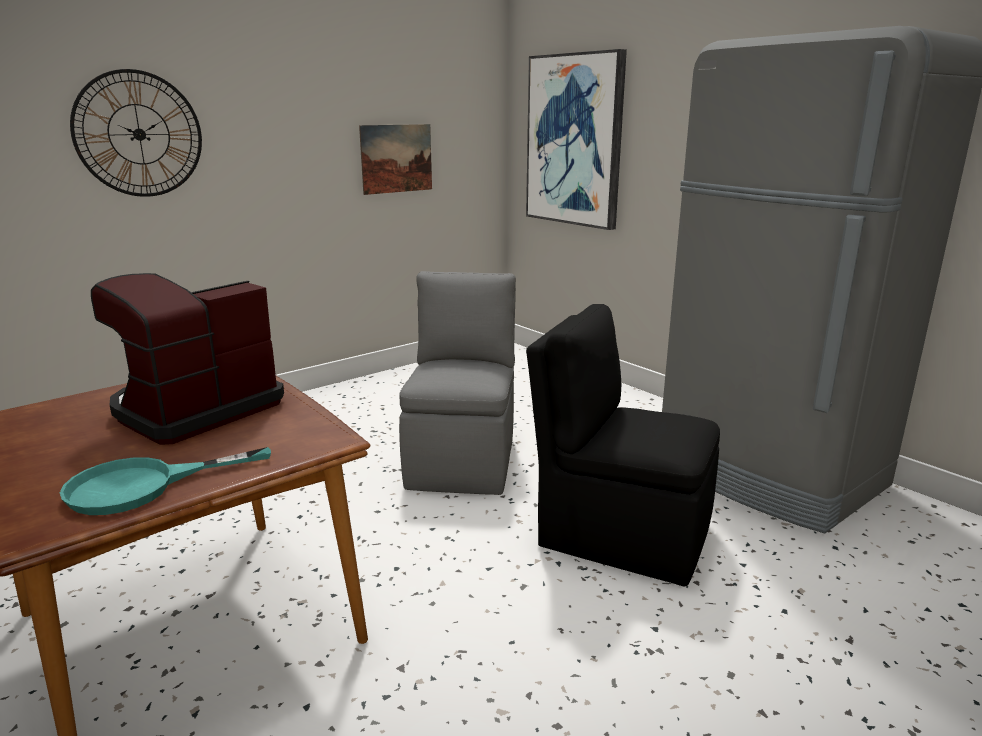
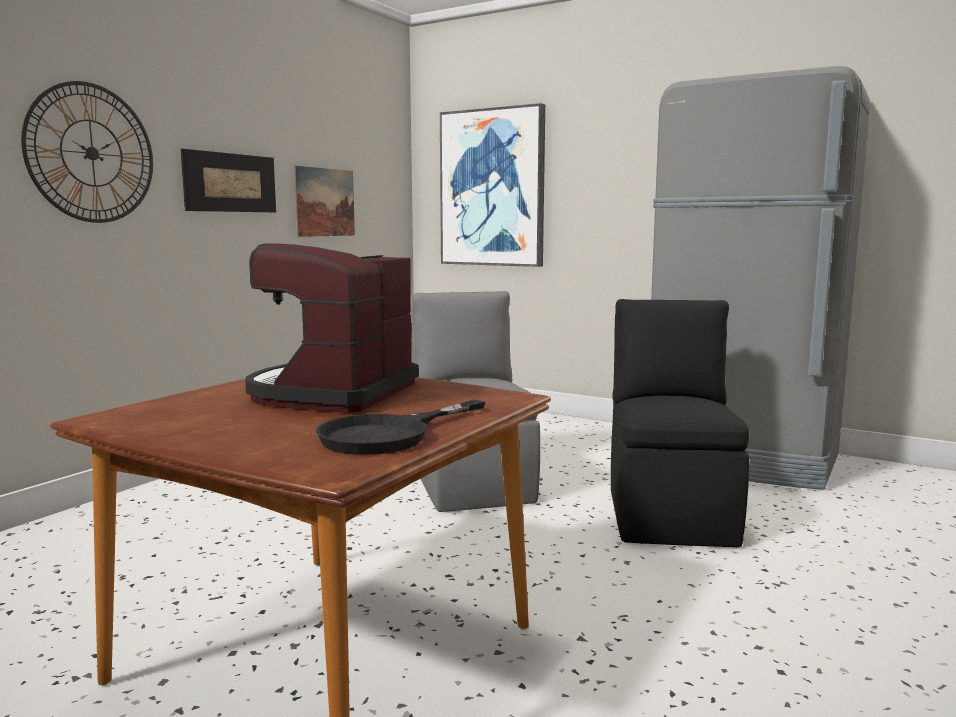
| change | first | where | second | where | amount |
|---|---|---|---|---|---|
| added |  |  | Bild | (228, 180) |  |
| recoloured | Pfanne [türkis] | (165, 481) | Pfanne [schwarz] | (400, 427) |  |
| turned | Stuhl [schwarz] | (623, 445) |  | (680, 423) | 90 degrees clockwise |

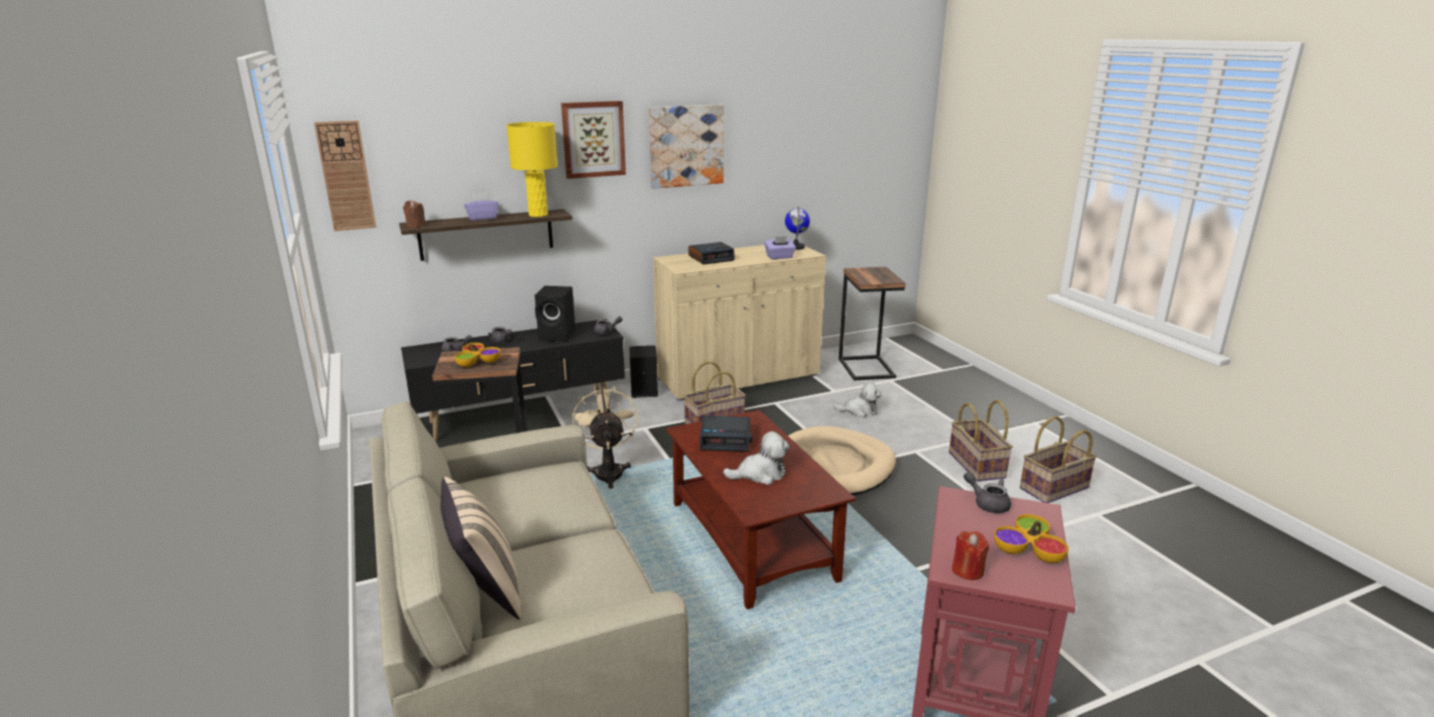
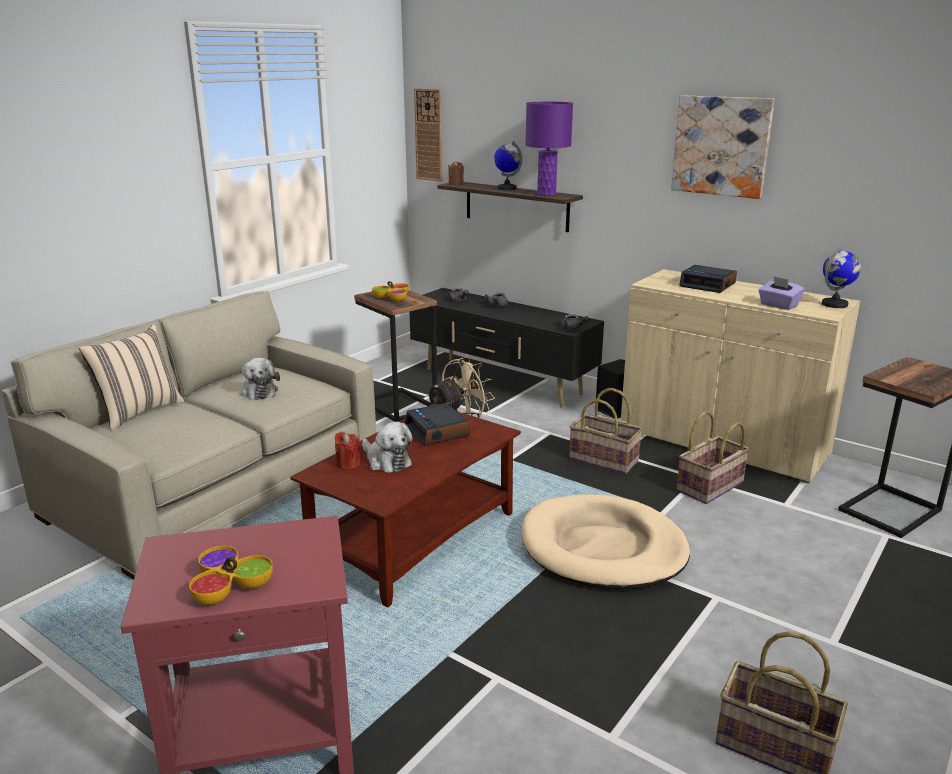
| change | first | where | second | where | amount |
|---|---|---|---|---|---|
| moved | Plüschtier | (857, 400) |  | (260, 379) |  |
| moved | Kerze [rot] | (970, 555) |  | (347, 450) |  |
| replaced | Taschentuchbox [lila] | (481, 206) | Globus | (508, 165) |  |
| recoloured | Tischlampe [gelb] | (532, 169) | Tischlampe [lila] | (549, 149) |  |
| moved | Korb | (981, 441) |  | (713, 457) |  |
| removed | Lautsprecher [schwarz] | (555, 314) |  |  |  |
| removed | Bild | (593, 140) |  |  |  |
| removed | Teekanne [grau] | (987, 492) |  |  |  |

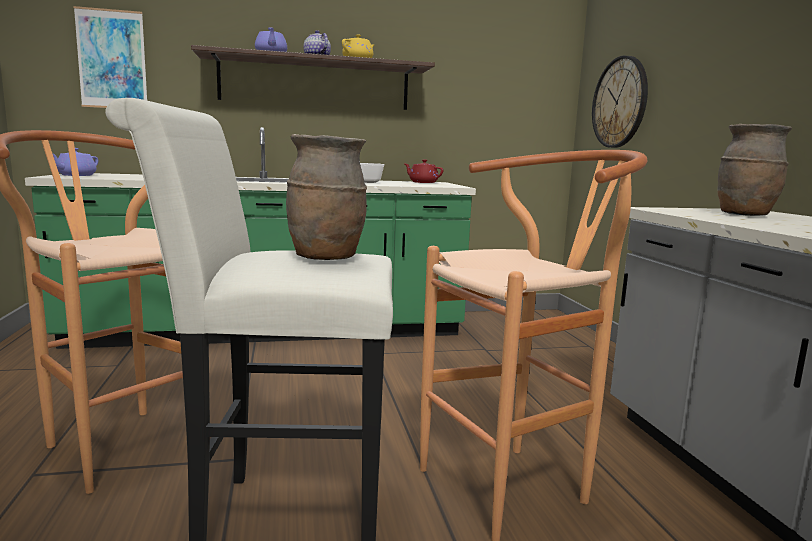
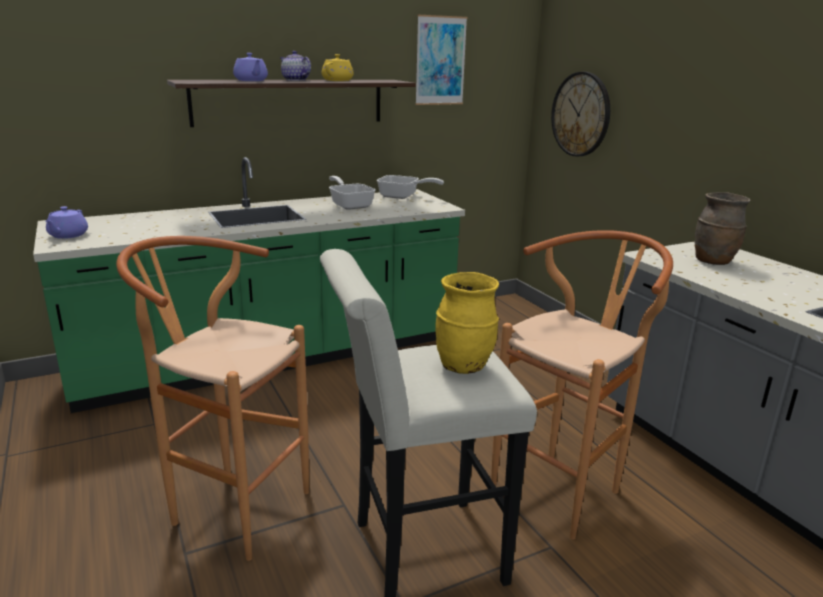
| change | first | where | second | where | amount |
|---|---|---|---|---|---|
| replaced | Teekanne [rot] | (424, 171) | Pfanne | (410, 187) |  |
| moved | Bild | (110, 57) |  | (441, 60) |  |
| recoloured | Vase [braun] | (326, 197) | Vase [gelb] | (467, 323) |  |

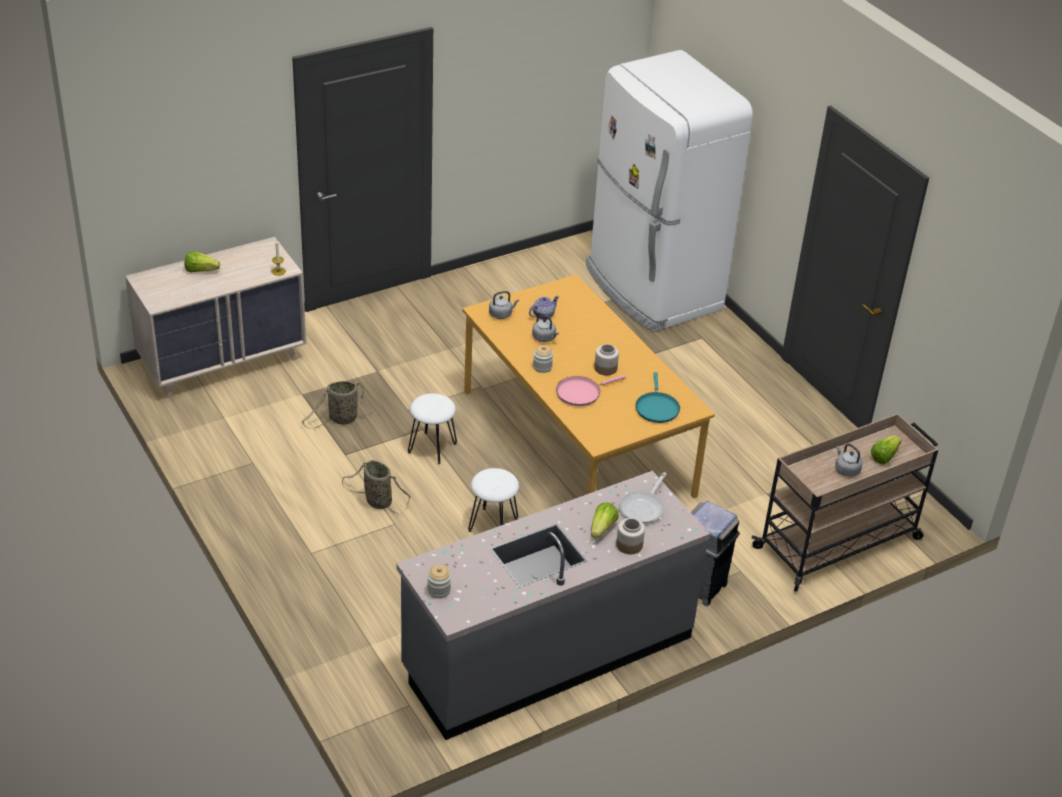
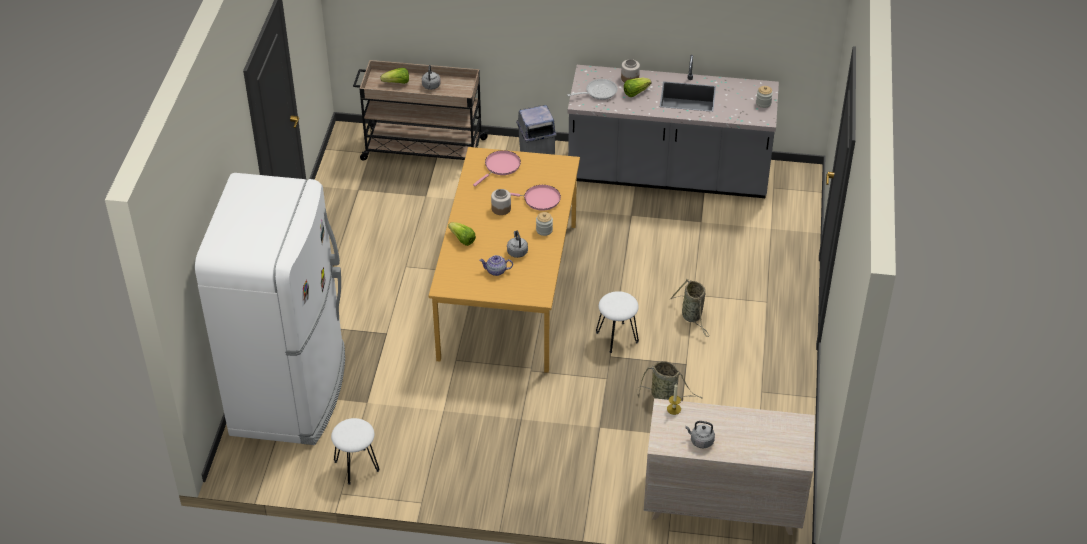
| change | first | where | second | where | amount |
|---|---|---|---|---|---|
| moved | Hocker [weiß] | (493, 500) |  | (355, 451) |  |
| moved | Salatkopf | (202, 261) |  | (462, 234) |  |
| recoloured | Pfanne [türkis] | (658, 397) | Pfanne [rosa] | (497, 168) |  |
| moved | Wasserkessel [grau] | (504, 305) |  | (700, 434) |  |

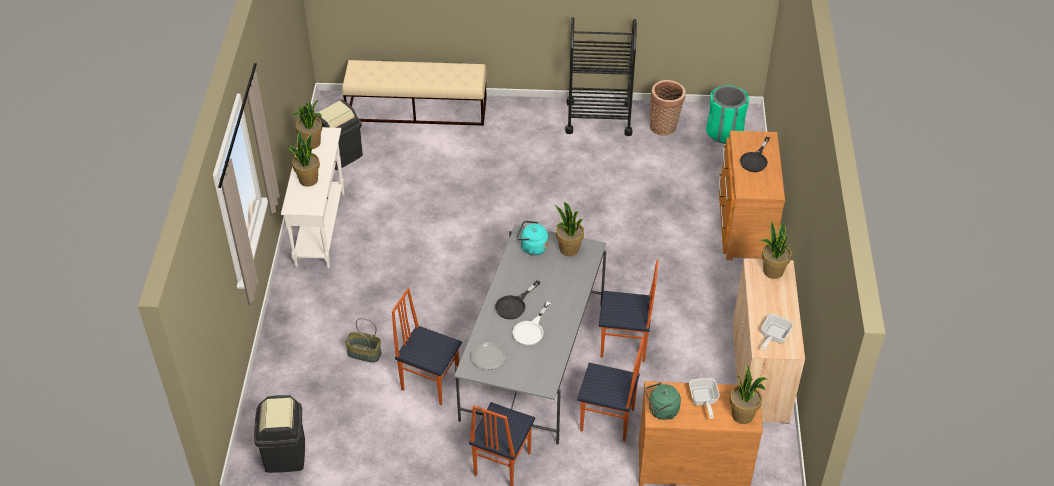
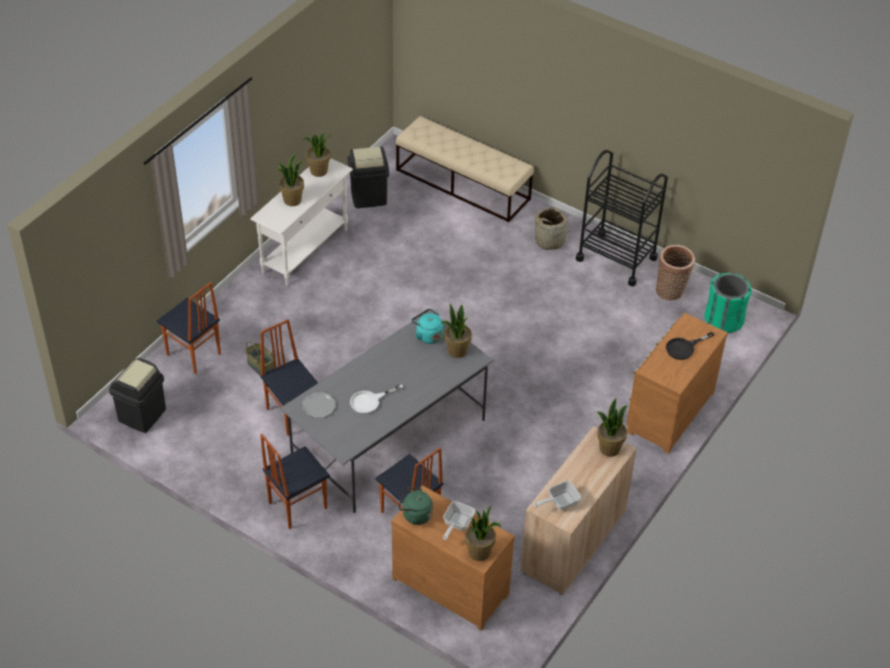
| change | first | where | second | where | amount |
|---|---|---|---|---|---|
| moved | Stuhl | (628, 310) |  | (189, 328) |  |
| added |  |  | Korb | (550, 228) |  |
| removed | Pfanne [schwarz] | (518, 299) |  |  |  |

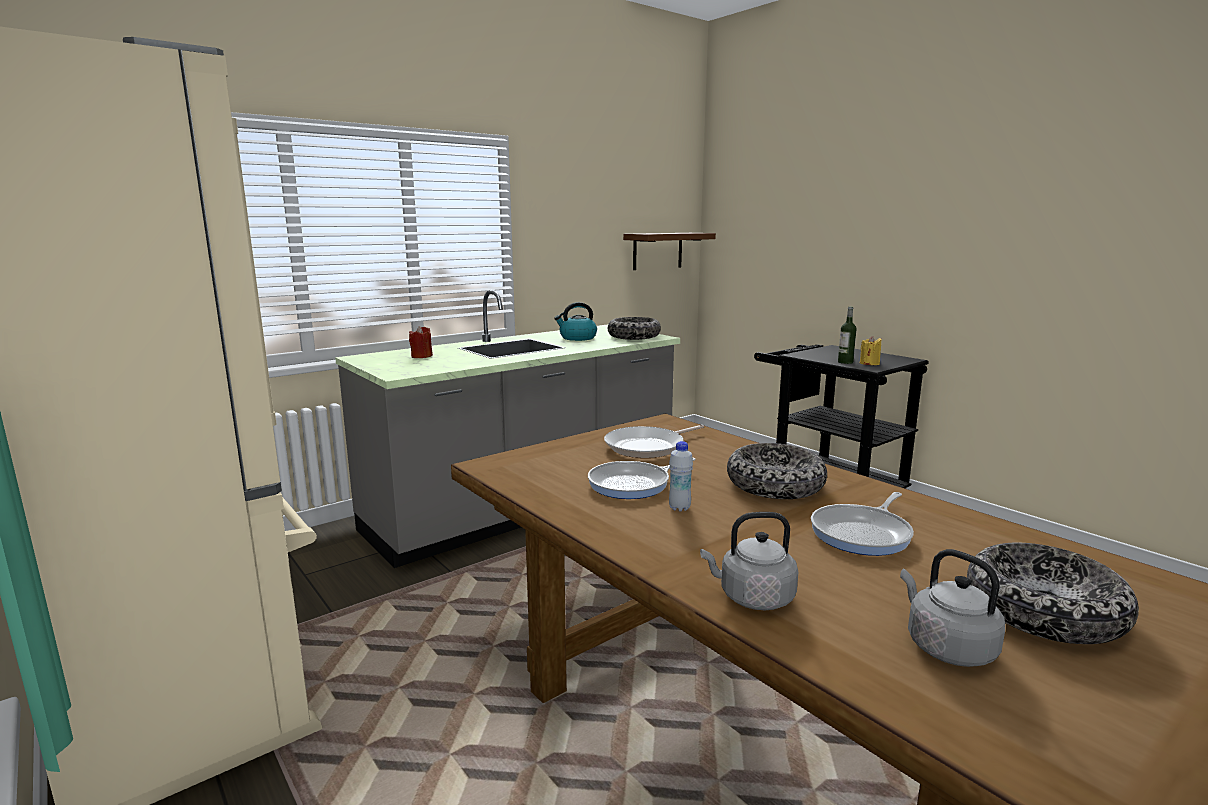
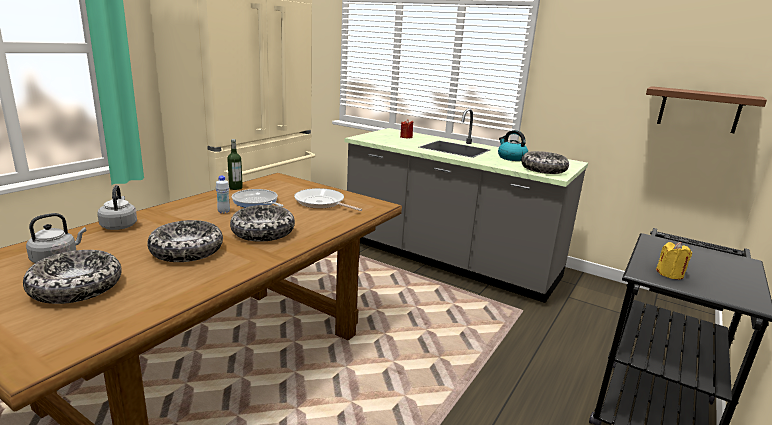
| change | first | where | second | where | amount |
|---|---|---|---|---|---|
| replaced | Pfanne | (862, 524) | Schüssel | (185, 241) |  |
| moved | Flasche | (847, 335) |  | (235, 164) |  |

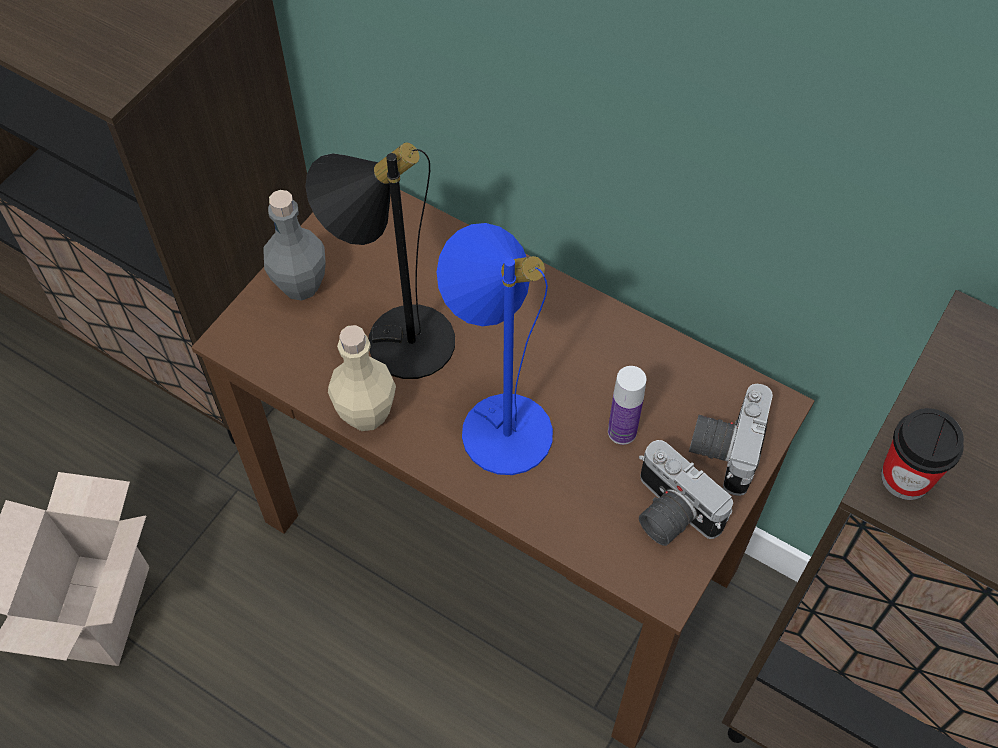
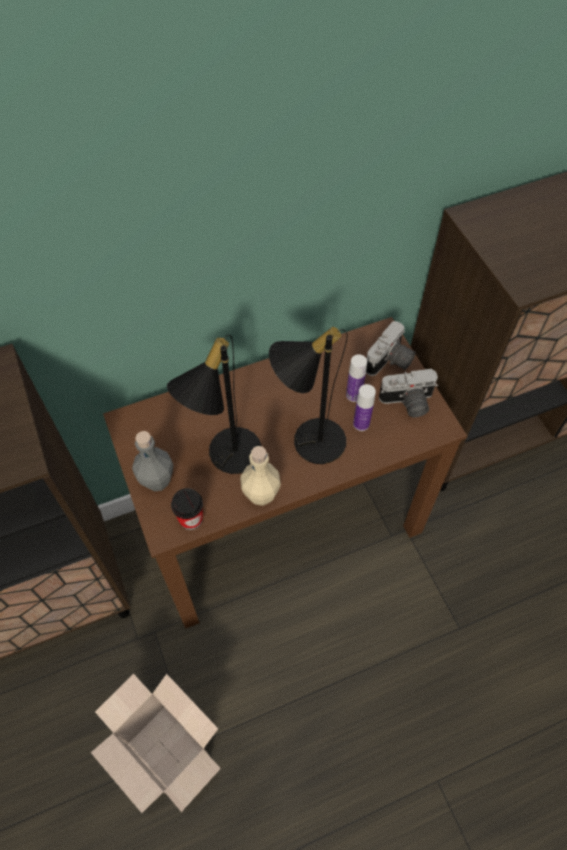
| change | first | where | second | where | amount |
|---|---|---|---|---|---|
| moved | Tasse | (922, 454) |  | (187, 509) |  |
| recoloured | Tischlampe [blau] | (495, 349) | Tischlampe [schwarz] | (308, 395) |  |
| added |  |  | Flasche | (364, 407) |  |
| turned | Kamera | (731, 440) |  | (391, 348) | 105 degrees counterclockwise |

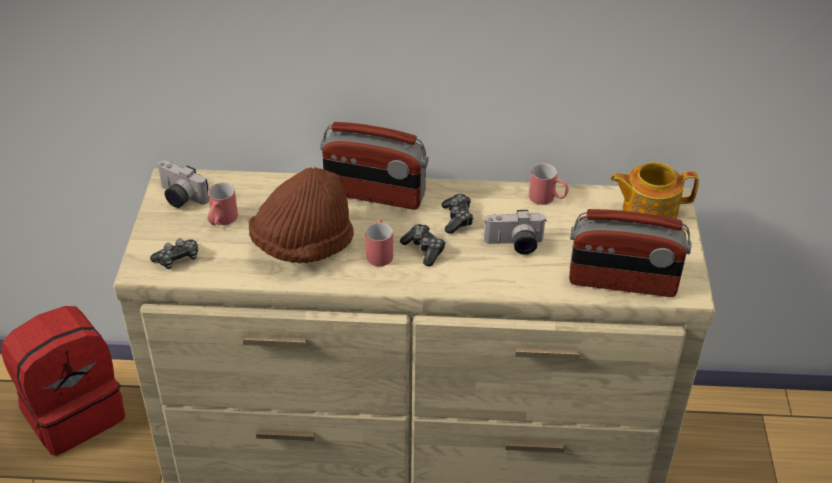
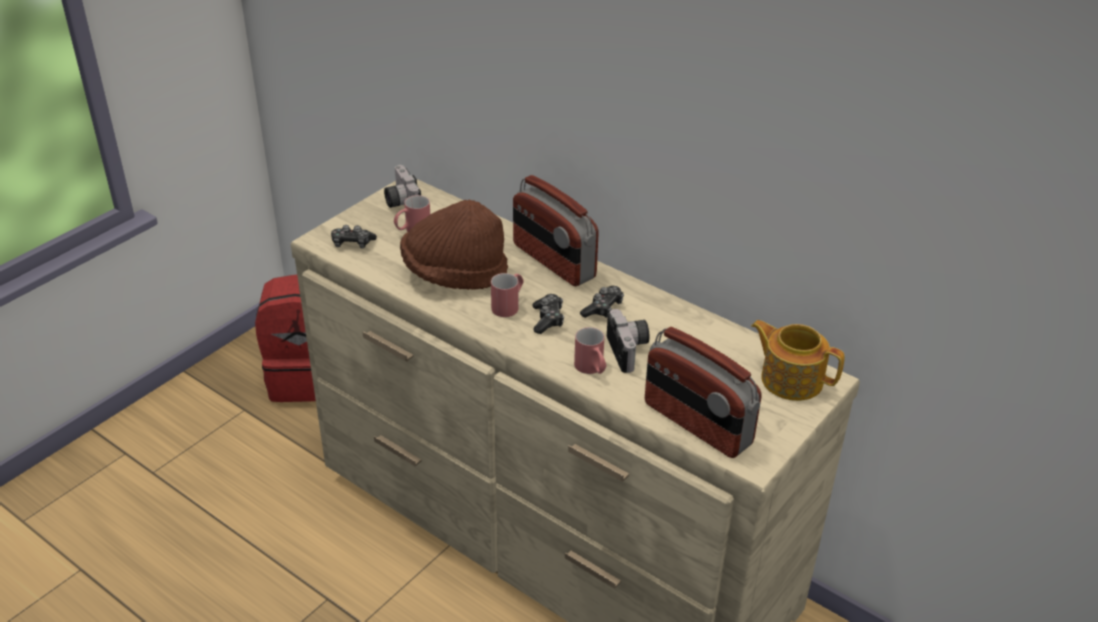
| change | first | where | second | where | amount |
|---|---|---|---|---|---|
| moved | Henkelbecher [rot] | (549, 184) |  | (590, 350) |  |
| turned | Kamera | (515, 232) |  | (628, 341) | 135 degrees counterclockwise |

